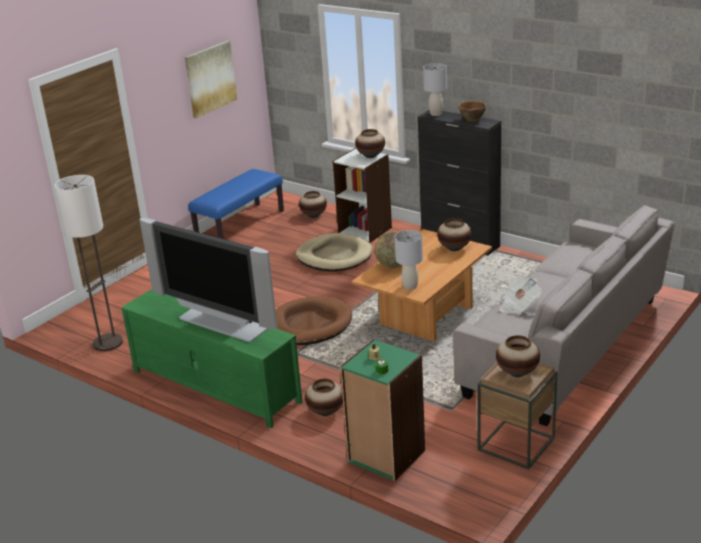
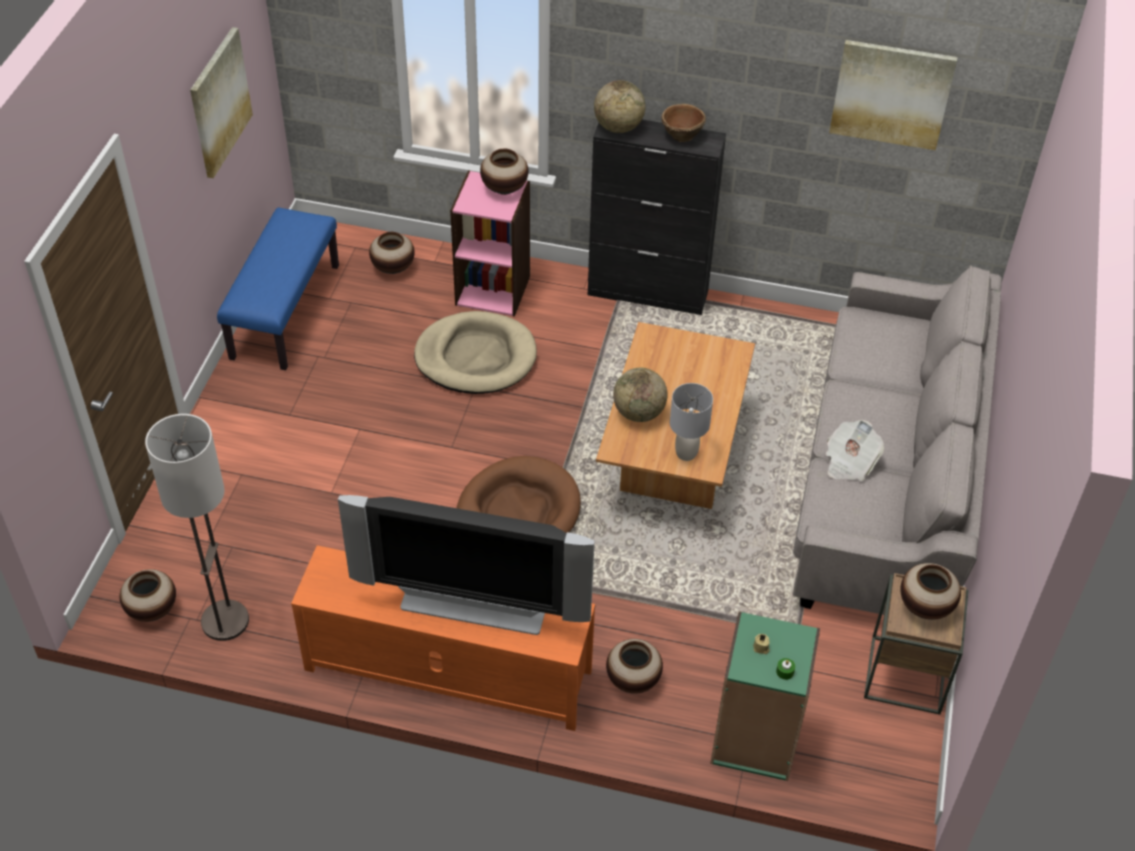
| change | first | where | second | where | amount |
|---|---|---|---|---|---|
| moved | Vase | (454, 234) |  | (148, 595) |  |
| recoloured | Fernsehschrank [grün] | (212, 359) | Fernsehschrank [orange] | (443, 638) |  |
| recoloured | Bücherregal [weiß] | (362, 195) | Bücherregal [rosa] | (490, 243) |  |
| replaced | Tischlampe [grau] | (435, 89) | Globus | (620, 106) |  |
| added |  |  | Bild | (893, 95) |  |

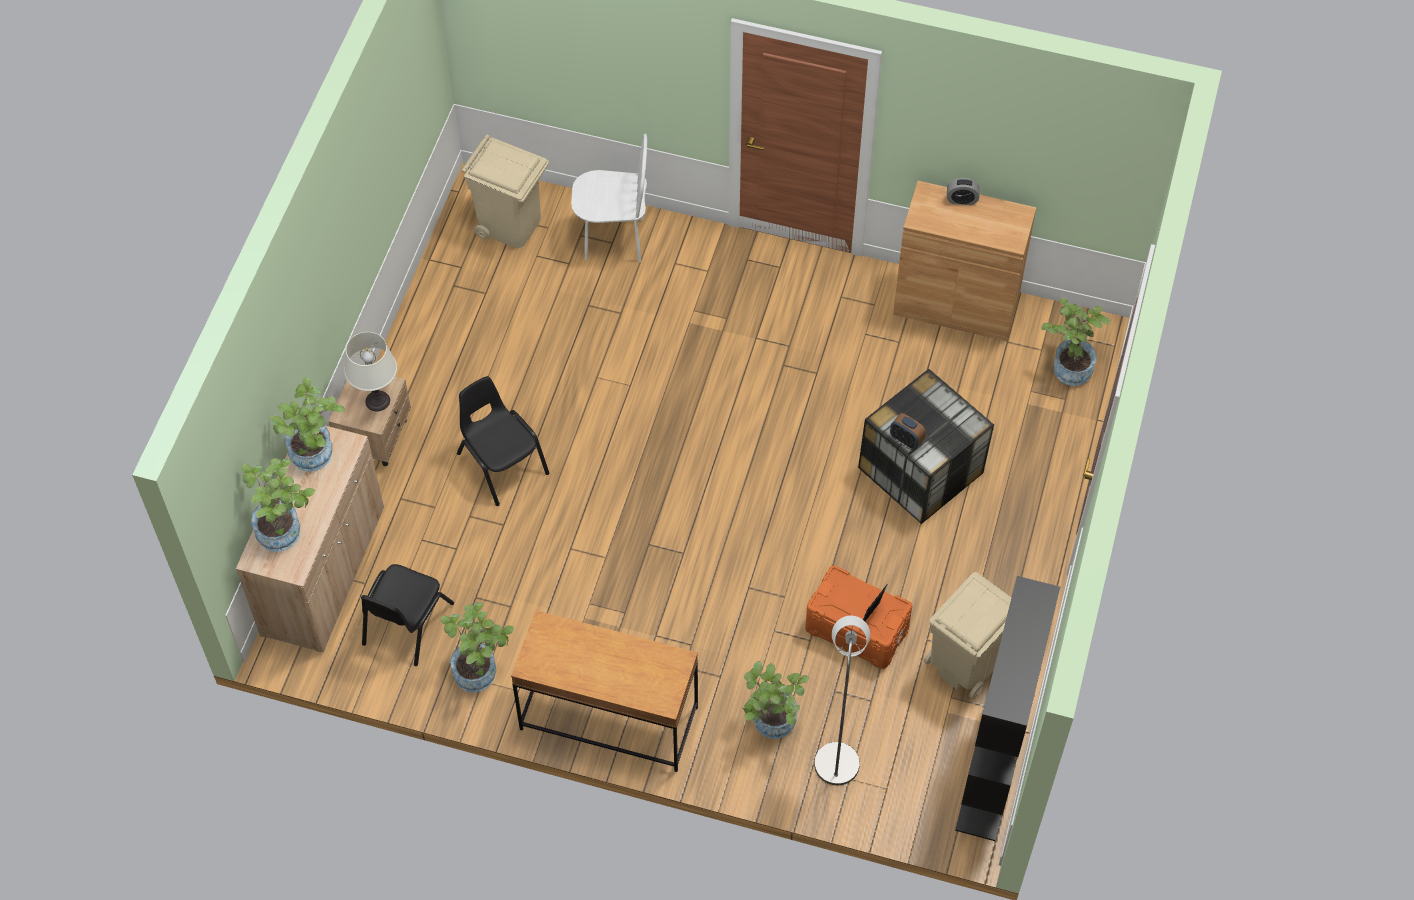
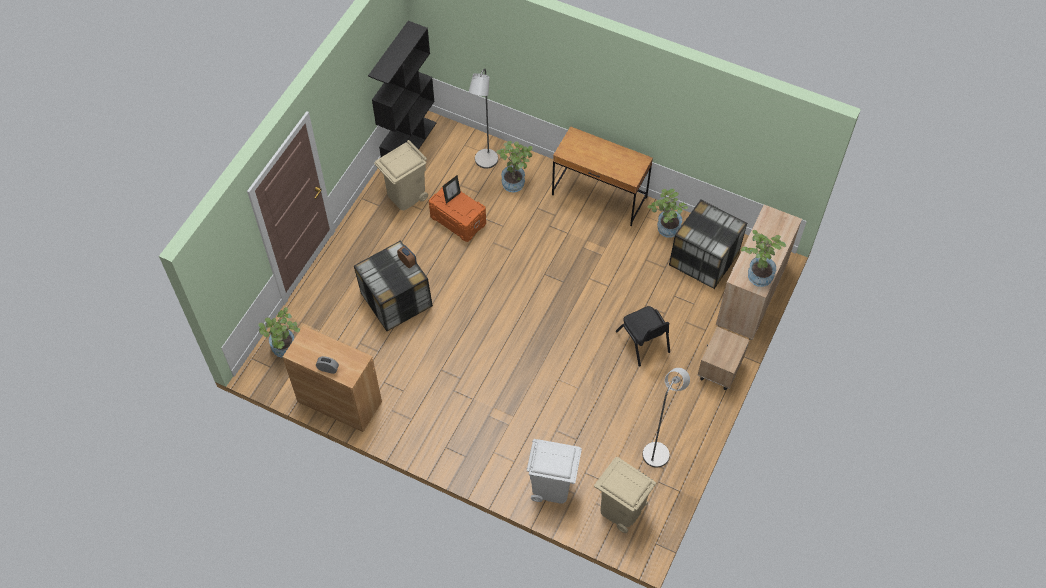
| change | first | where | second | where | amount |
|---|---|---|---|---|---|
| replaced | Stuhl [weiß] | (609, 198) | Mülleimer [weiß] | (554, 471) |  |
| added |  |  | Stehlampe [grau] | (666, 417) |  |
| replaced | Stuhl [schwarz] | (407, 615) | Aufbewahrungsbox | (708, 244) |  |
| removed | Topfpflanze | (278, 505) |  |  |  |
| removed | Tischlampe [weiß] | (370, 371) |  |  |  |

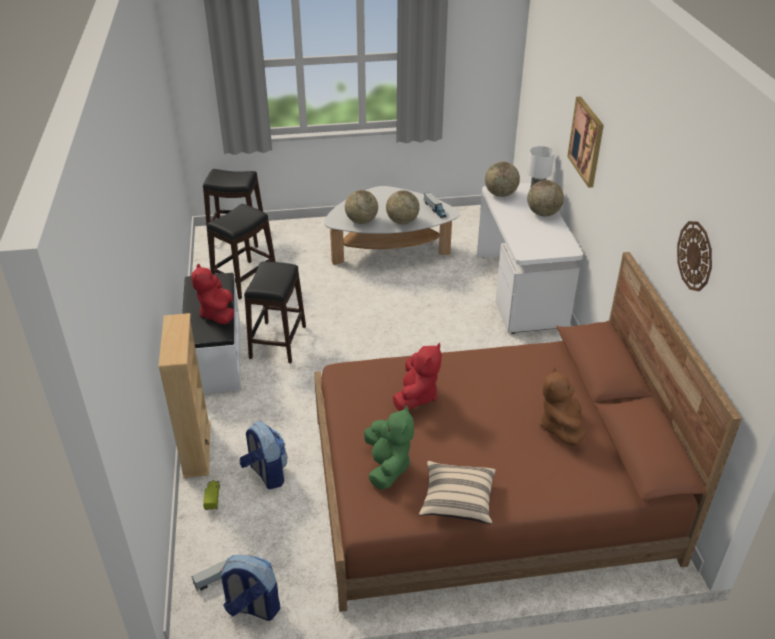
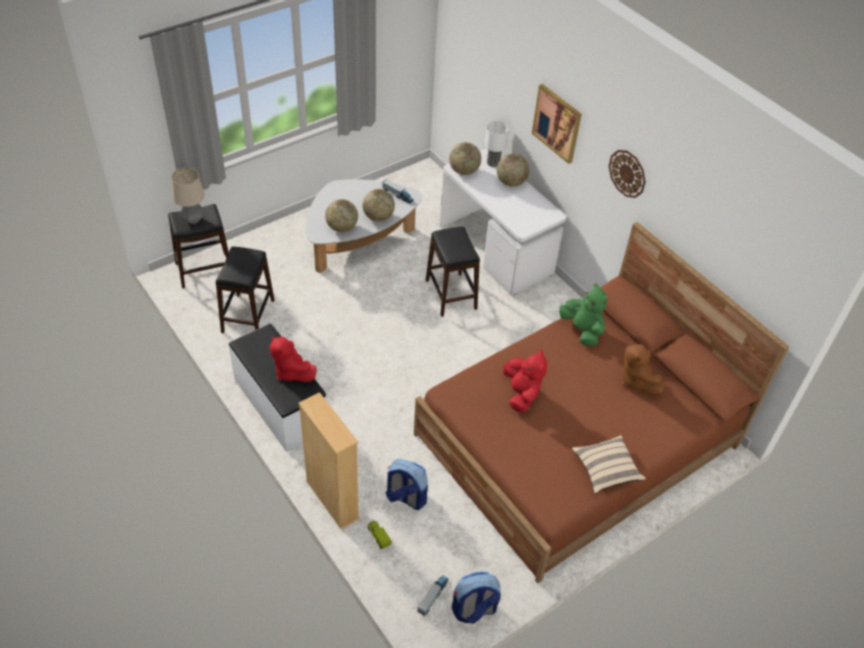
| change | first | where | second | where | amount |
|---|---|---|---|---|---|
| added |  |  | Tischlampe | (188, 196) |  |
| moved | Hocker [schwarz] | (275, 312) |  | (453, 271) |  |
| moved | Plüschtier [grün] | (389, 447) |  | (583, 314) |  |
| moved | Wanduhr | (694, 256) |  | (627, 174) |  |

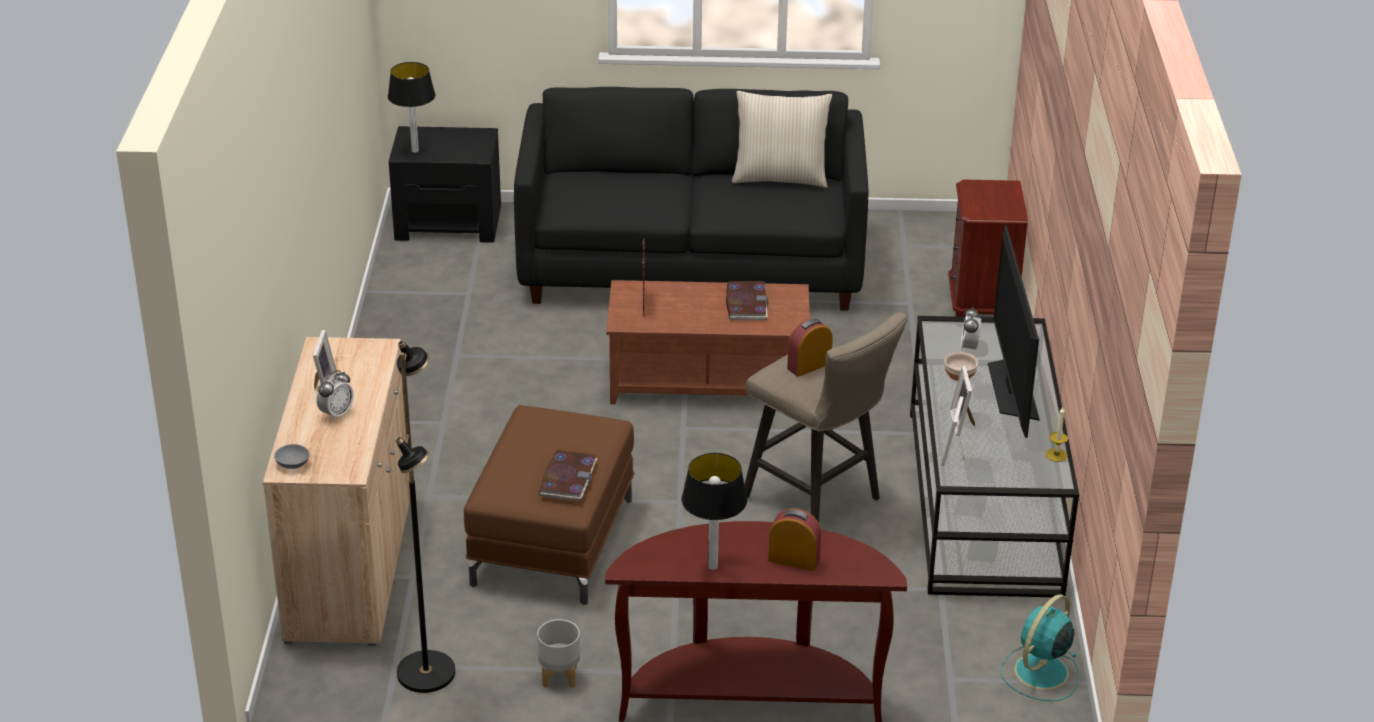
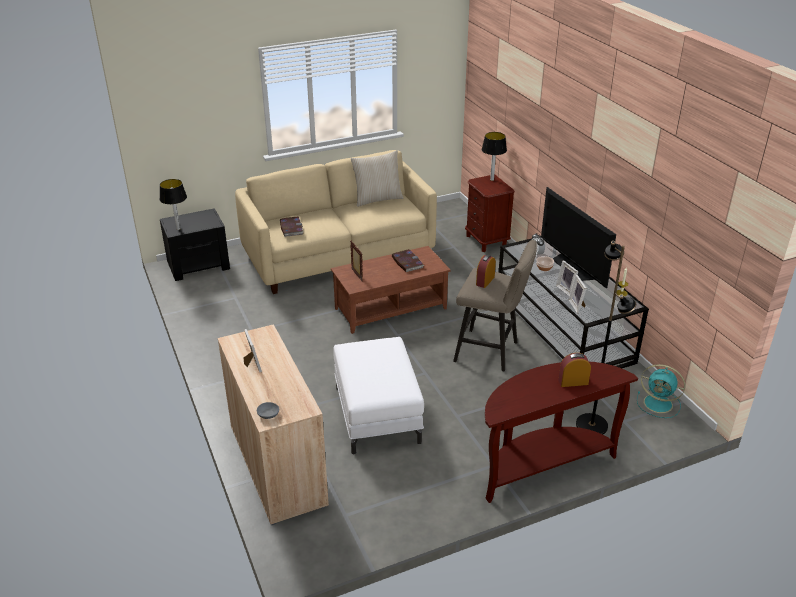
| change | first | where | second | where | amount |
|---|---|---|---|---|---|
| recoloured | Sofa [schwarz] | (691, 199) | Sofa [beige] | (336, 222) |  |
| moved | Buch | (568, 475) |  | (292, 226) |  |
| recoloured | Polsterhocker [braun] | (549, 505) | Polsterhocker [weiß] | (378, 395) |  |
| moved | Tischlampe | (714, 511) |  | (494, 156) |  |
| moved | Stehlampe [schwarz] | (425, 516) |  | (606, 338) |  |
| turned | Ventilator [türkis] | (1040, 647) |  | (661, 391) | 75 degrees counterclockwise |
| removed | Wecker | (335, 395) |  |  |  |
| removed | Pflanzkübel [grau] | (558, 653) |  |  |  |

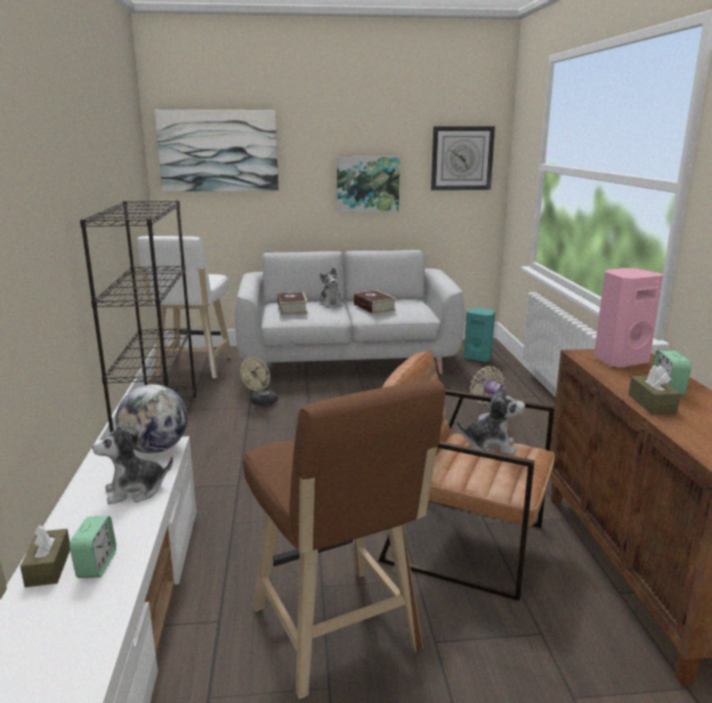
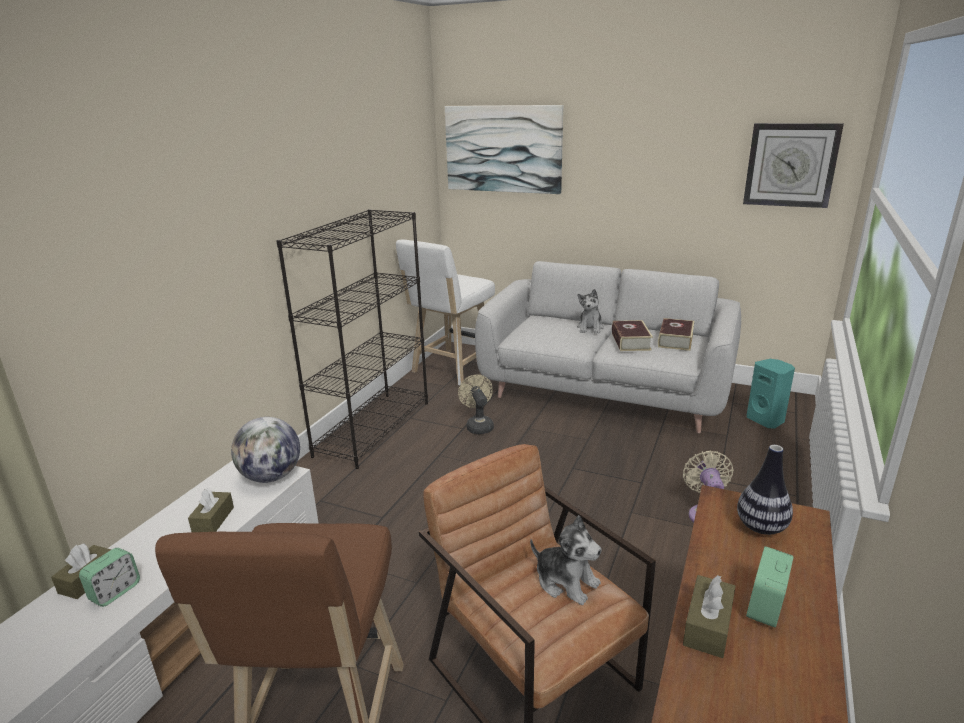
| change | first | where | second | where | amount |
|---|---|---|---|---|---|
| replaced | Plüschtier | (132, 463) | Taschentuchbox [braun] | (211, 510) |  |
| turned | Ventilator [beige] | (259, 381) |  | (476, 404) | 105 degrees clockwise |
| moved | Buch | (292, 303) |  | (676, 334) |  |
| replaced | Lautsprecher [rosa] | (628, 318) | Vase | (765, 490) |  |
| removed | Bild | (368, 184) |  |  |  |

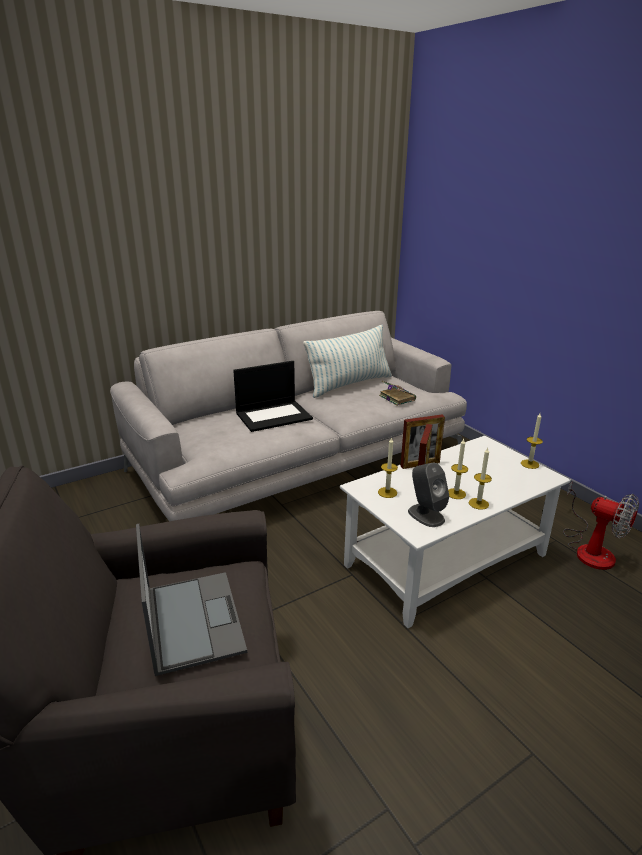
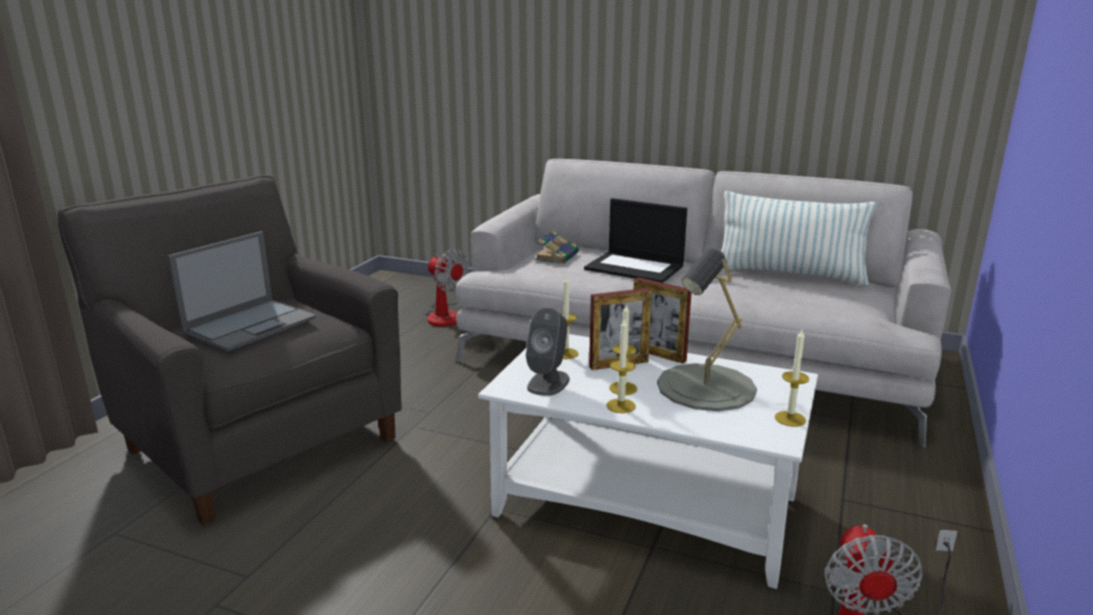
| change | first | where | second | where | amount |
|---|---|---|---|---|---|
| added |  |  | Ventilator | (448, 288) |  |
| moved | Buch | (397, 393) |  | (557, 247) |  |
| added |  |  | Tischlampe [grau] | (707, 329) |  |

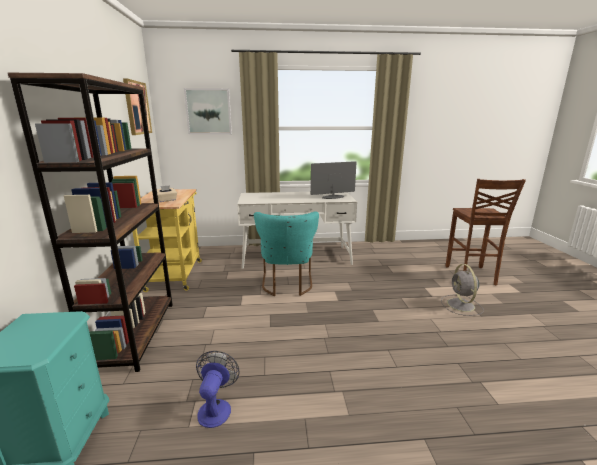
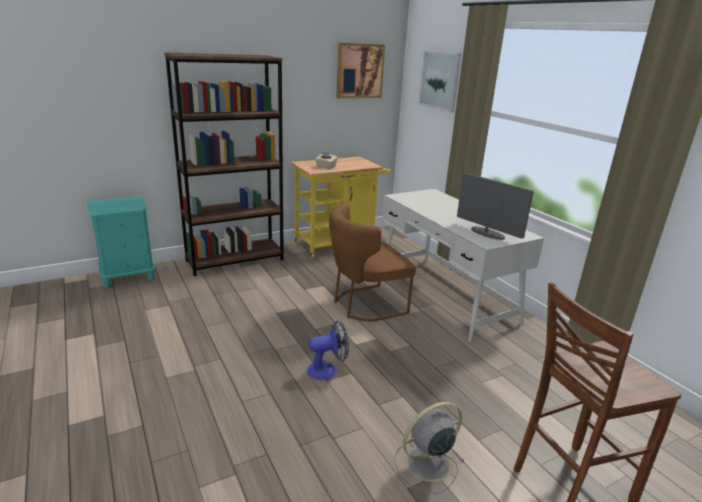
| change | first | where | second | where | amount |
|---|---|---|---|---|---|
| moved | Ventilator | (218, 389) |  | (328, 350) |  |
| recoloured | Stuhl [türkis] | (286, 254) | Stuhl [braun] | (372, 262) |  |

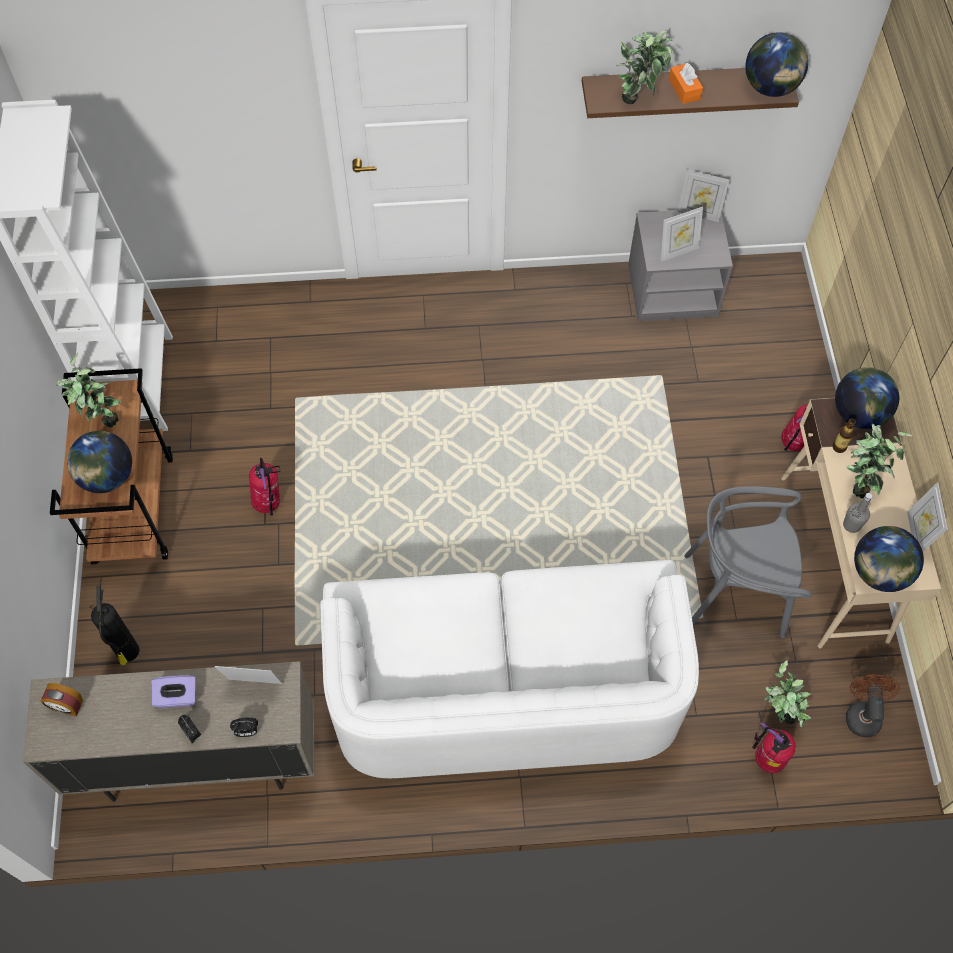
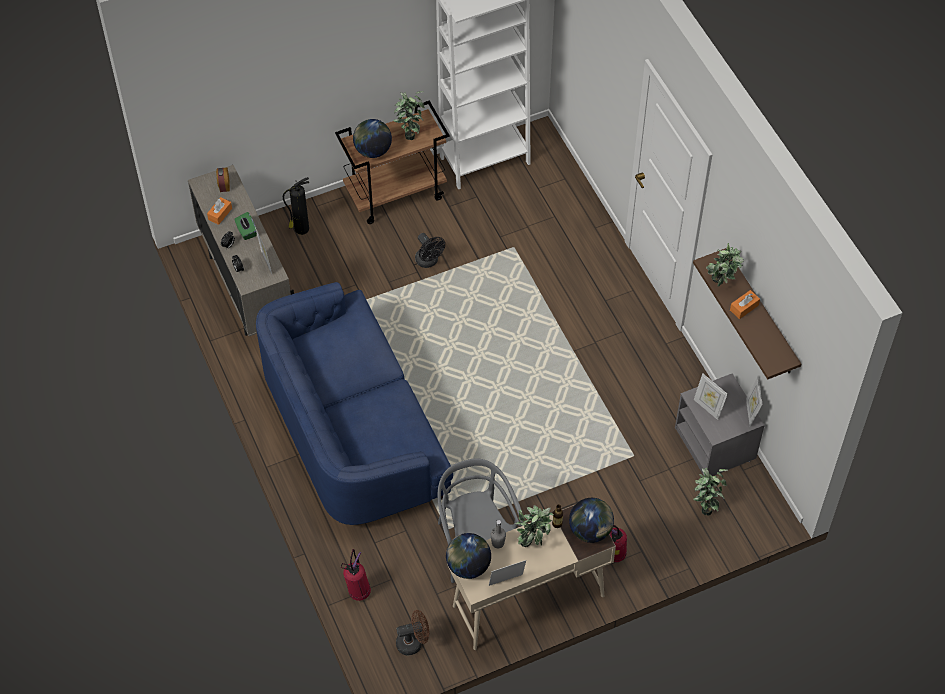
| change | first | where | second | where | amount |
|---|---|---|---|---|---|
| added |  |  | Taschentuchbox [orange] | (219, 211) |  |
| recoloured | Taschentuchbox [lila] | (173, 691) | Taschentuchbox [grün] | (245, 226) |  |
| recoloured | Sofa [weiß] | (509, 669) | Sofa [blau] | (354, 403) |  |
| replaced | Feuerlöscher | (265, 486) | Ventilator [schwarz] | (430, 250) |  |
| moved | Topfpflanze | (788, 693) |  | (710, 492) |  |
| removed | Globus | (776, 64) |  |  |  |

